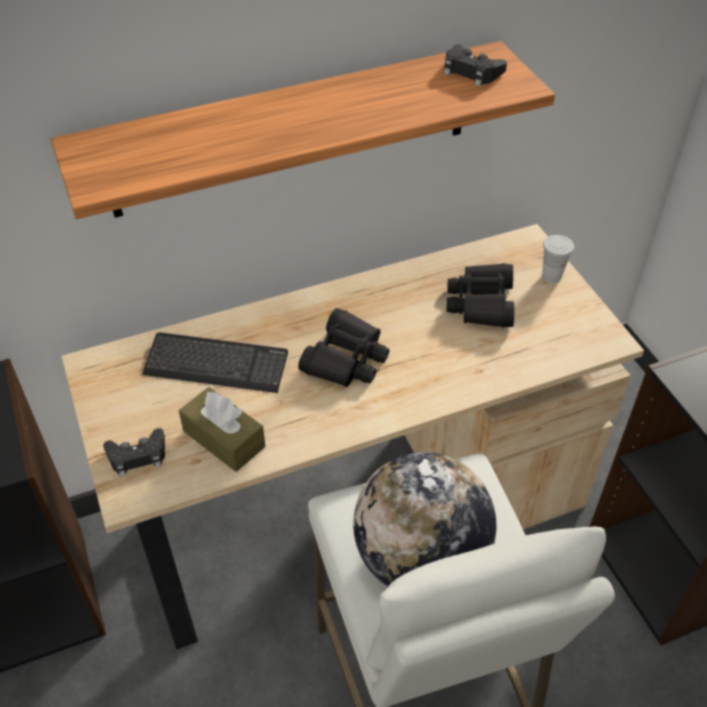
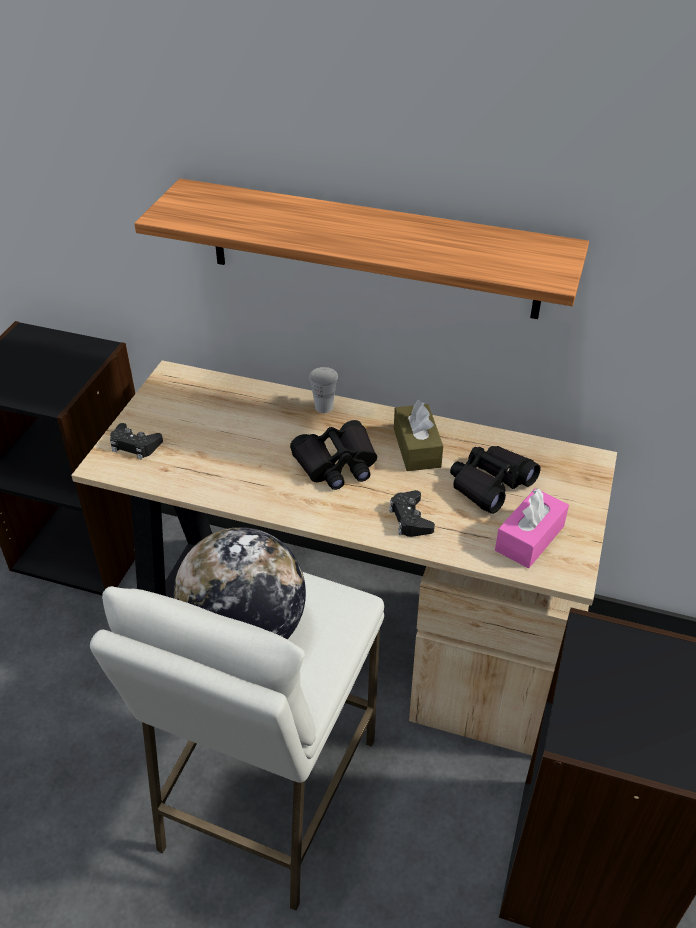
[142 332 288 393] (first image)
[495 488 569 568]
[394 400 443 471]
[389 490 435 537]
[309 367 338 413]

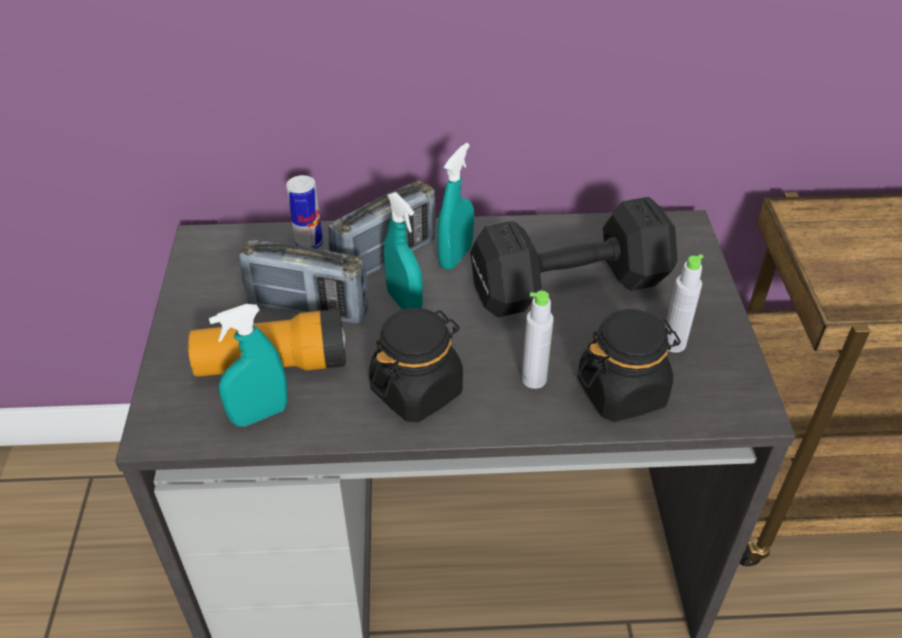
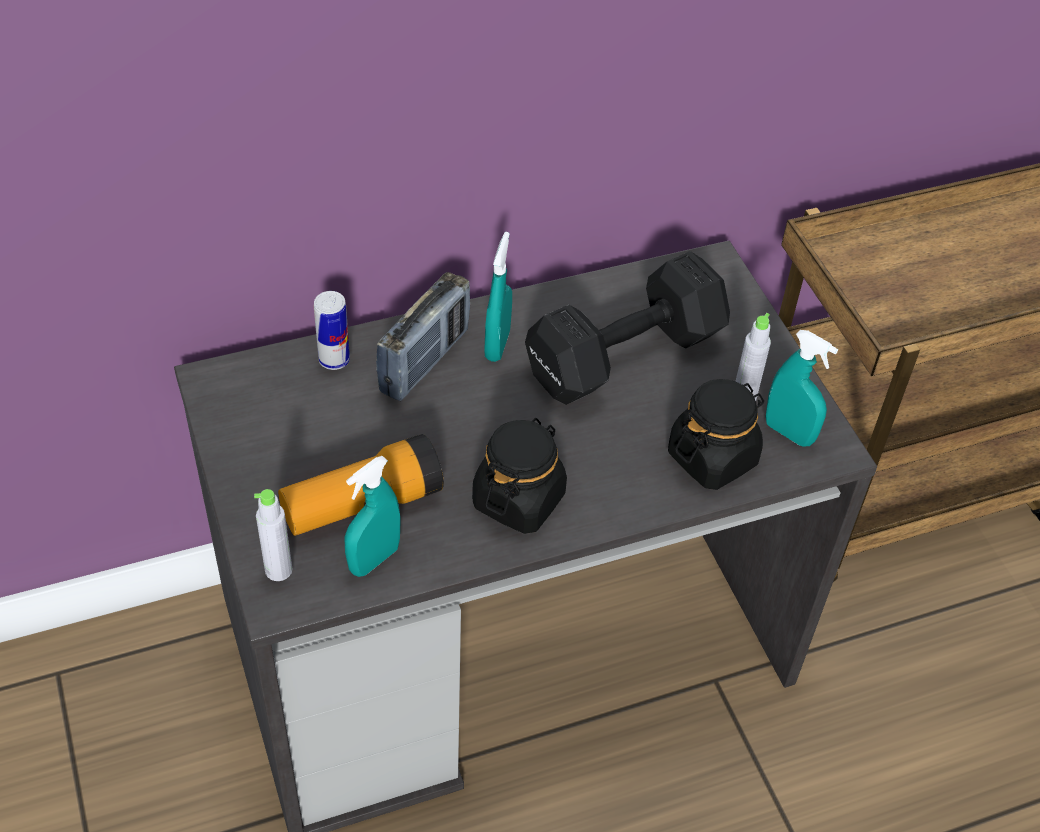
[239 240 368 324] (first image)
[766 330 838 447]
[254 489 292 581]

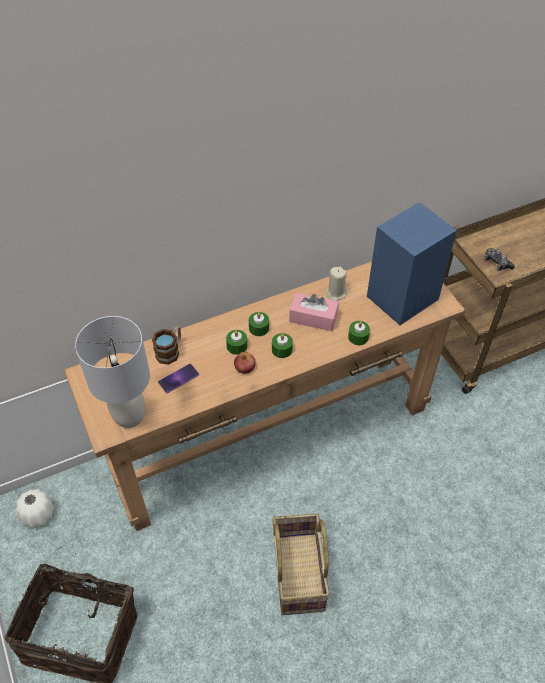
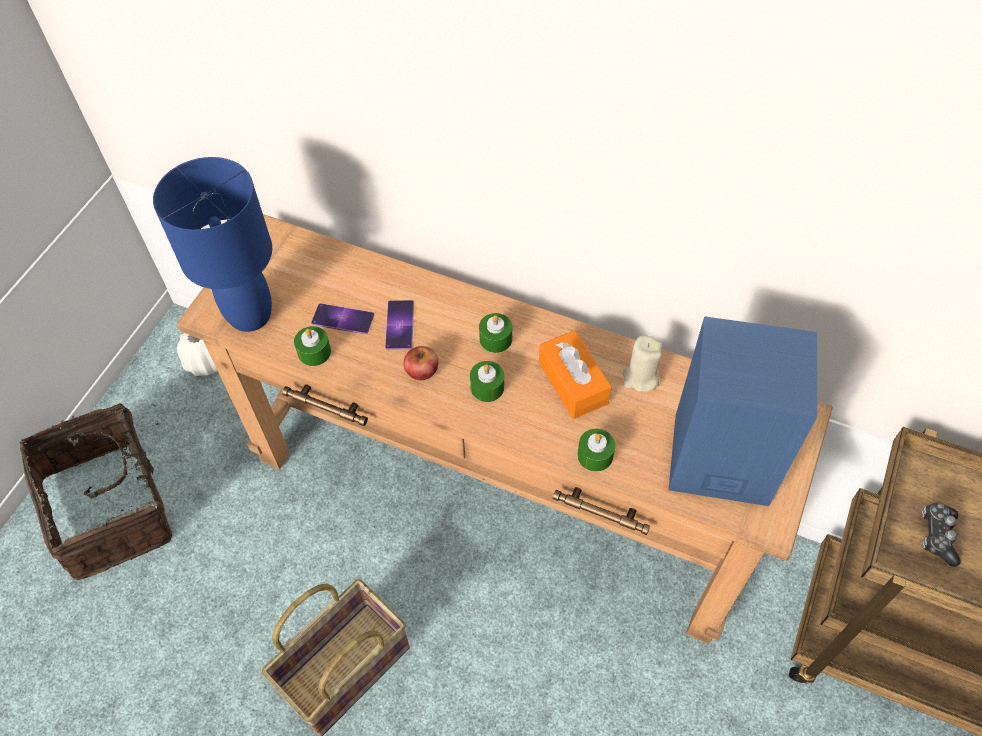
[152 326 181 365] (first image)
[385 300 414 350]
[294 326 331 366]
[153 157 272 332]
[539 330 611 419]

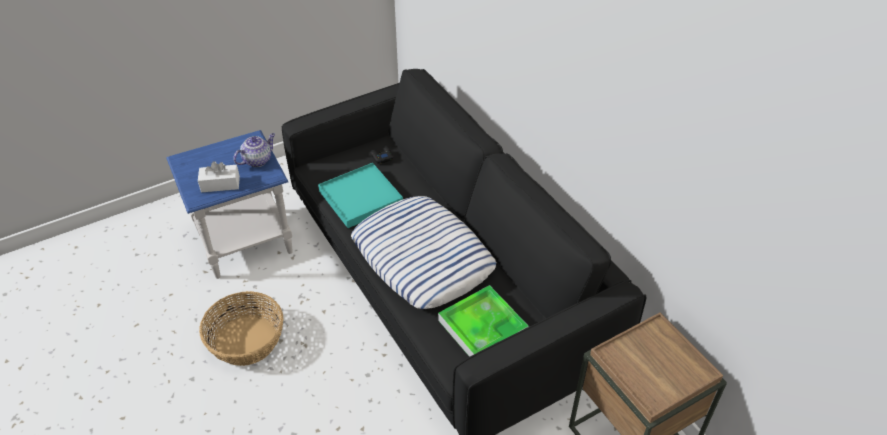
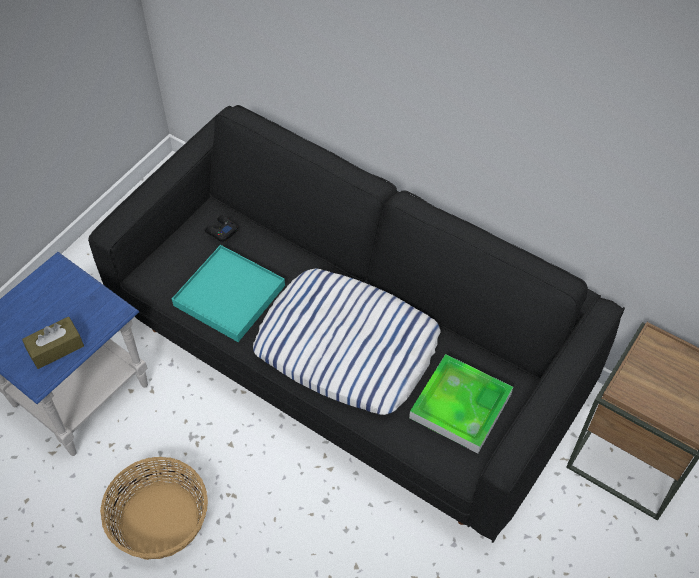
[233 133 275 167] (first image)
[22 317 84 369]

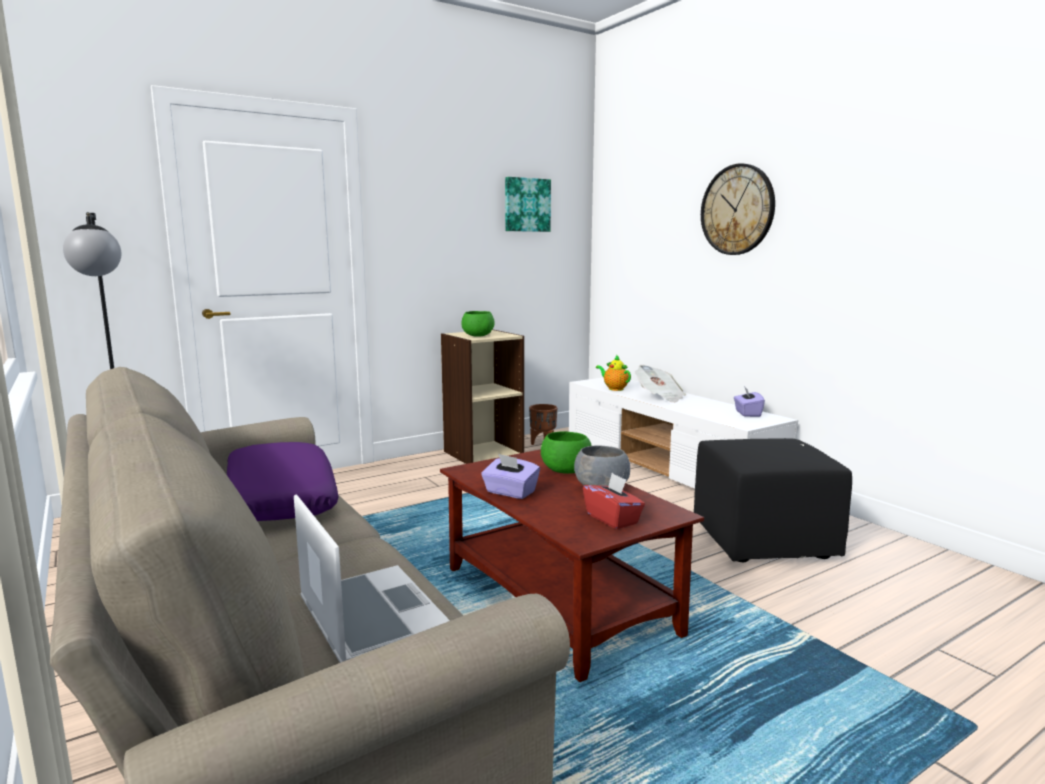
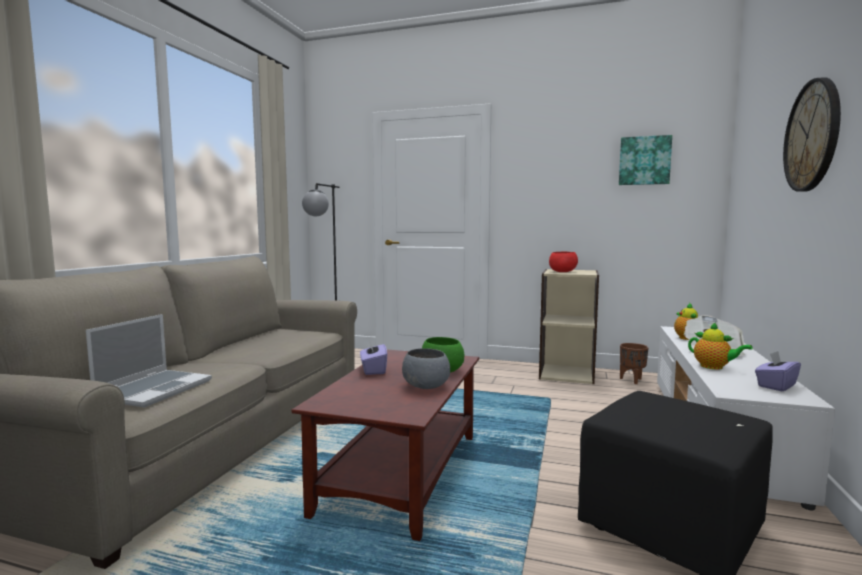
[227 442 339 521] (first image)
[583 473 645 529] (first image)
[688 322 753 369]
[549 252 578 272]

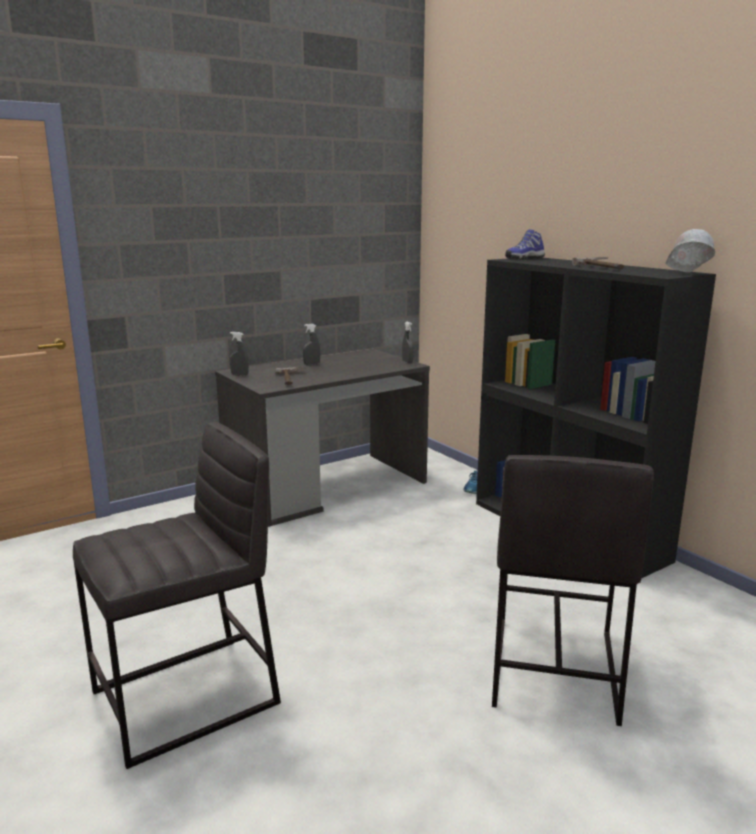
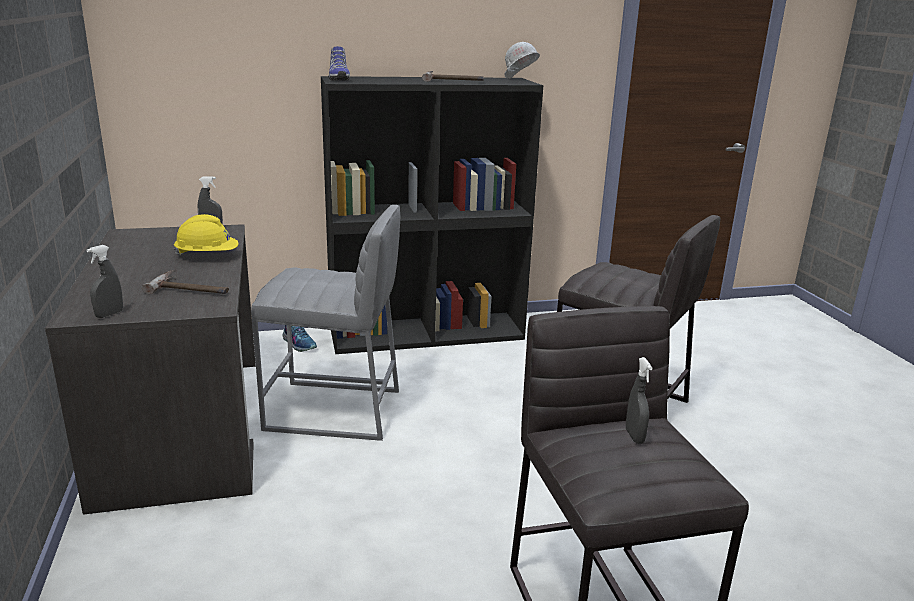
[173 214 239 256]
[251 205 400 441]
[626 357 652 444]

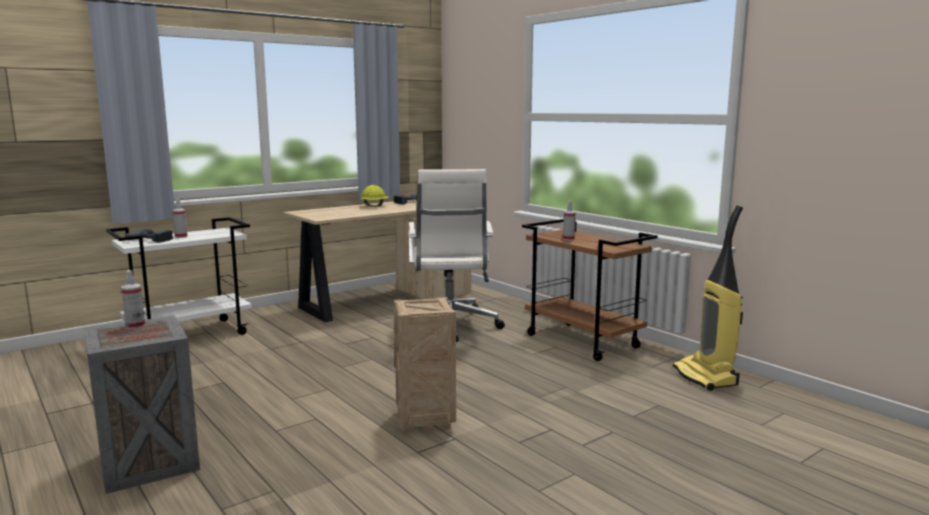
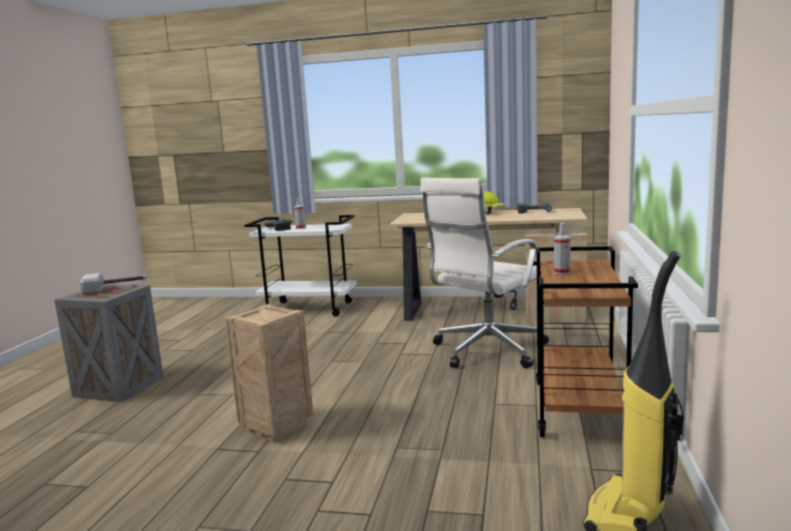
[80 273 147 295]

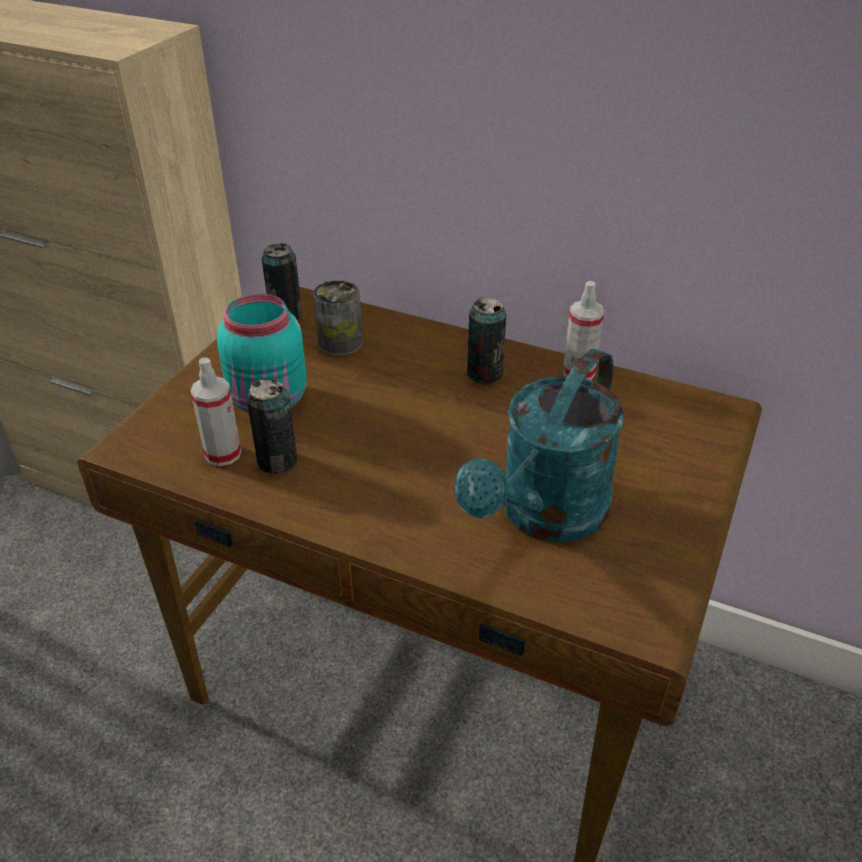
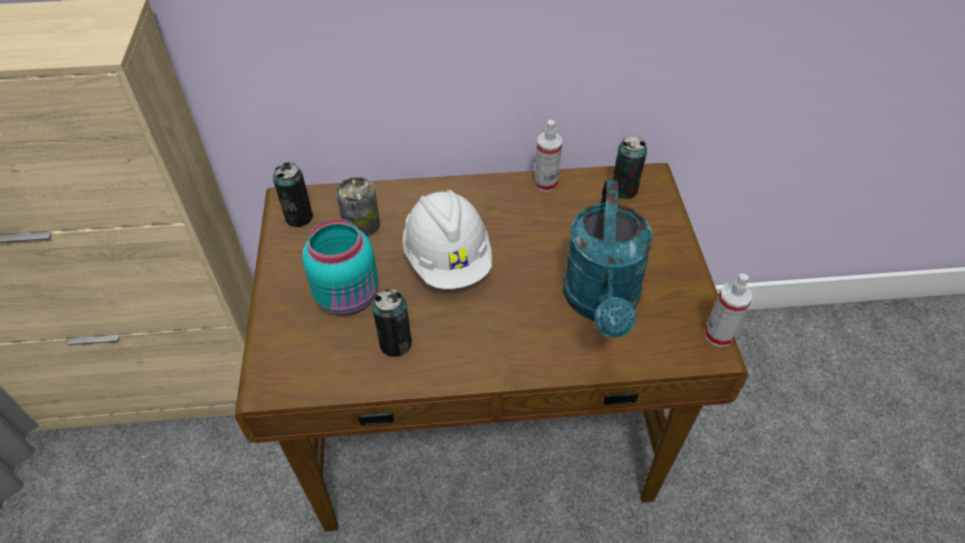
[402 190 492 289]
[704 273 752 347]
[612 136 647 199]

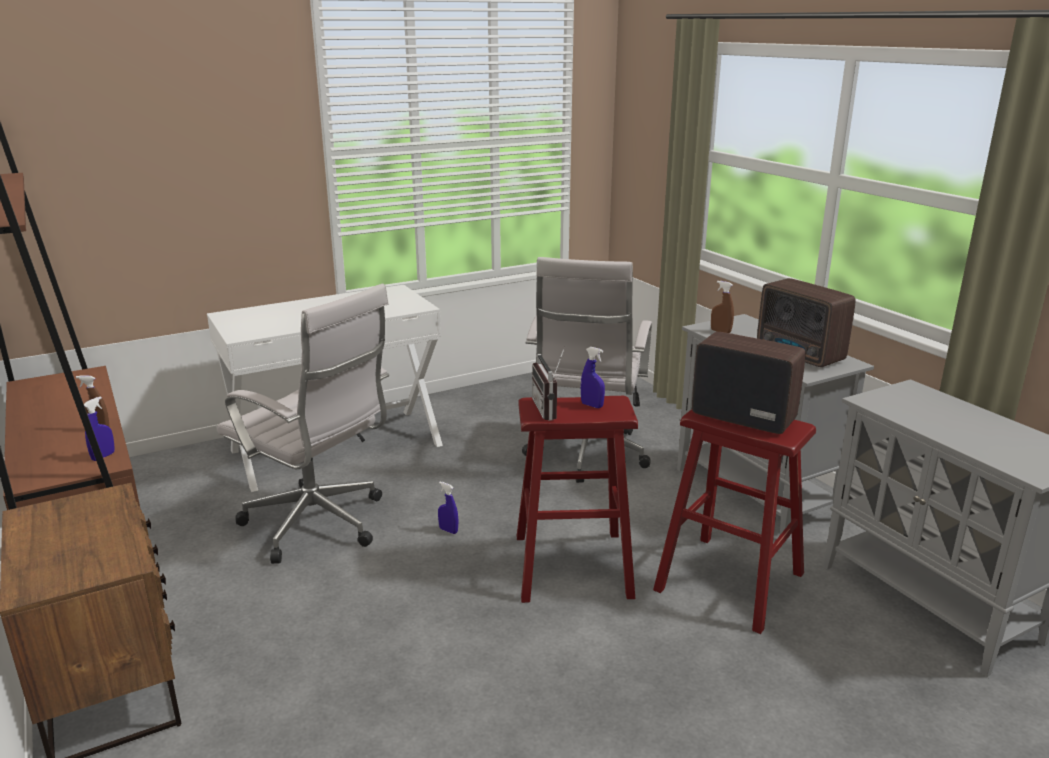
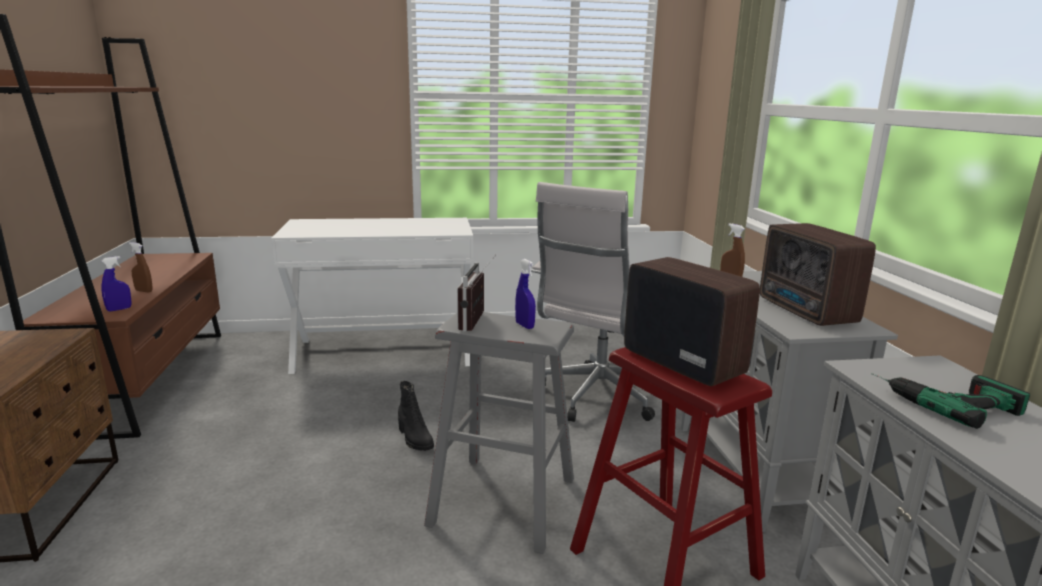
[216 284 389 564] (first image)
[872 373 1030 429]
[398 381 434 451]
[424 312 574 554]

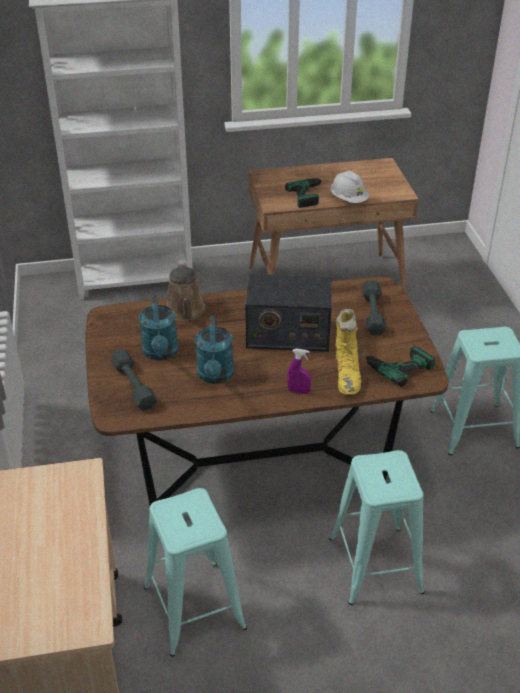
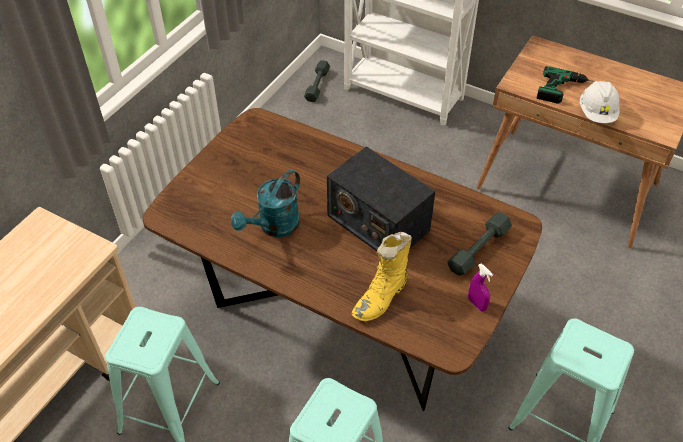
[139 295 179 361] (first image)
[166 259 206 321] (first image)
[359 346 435 387] (first image)
[304 60 330 102]
[468 263 493 312]

